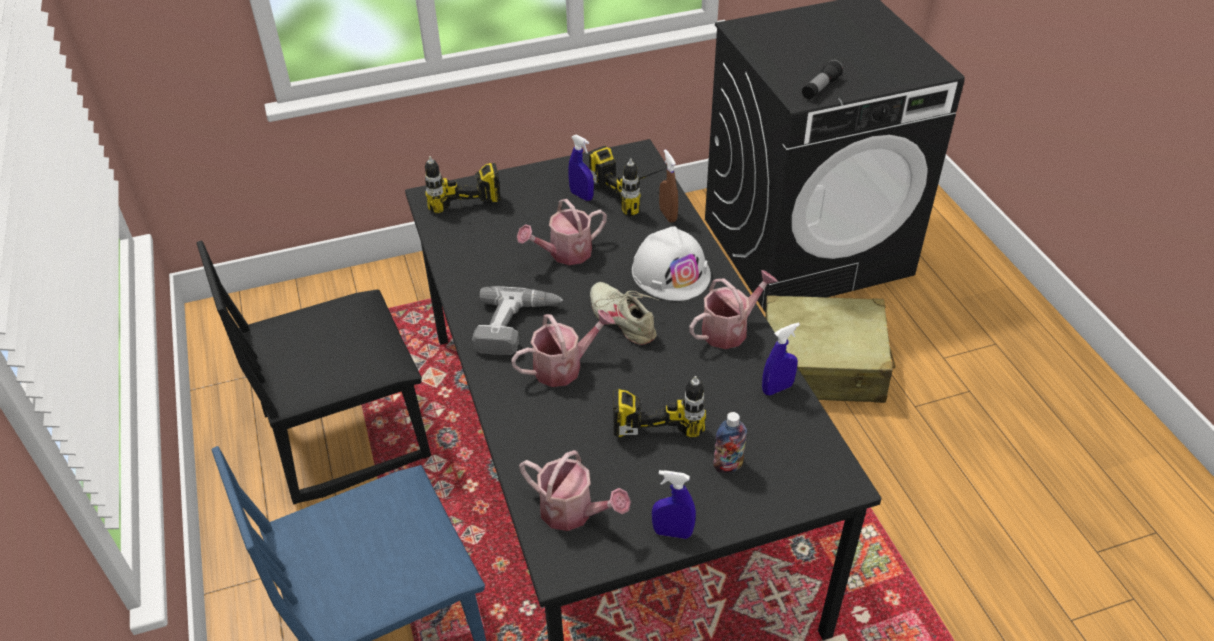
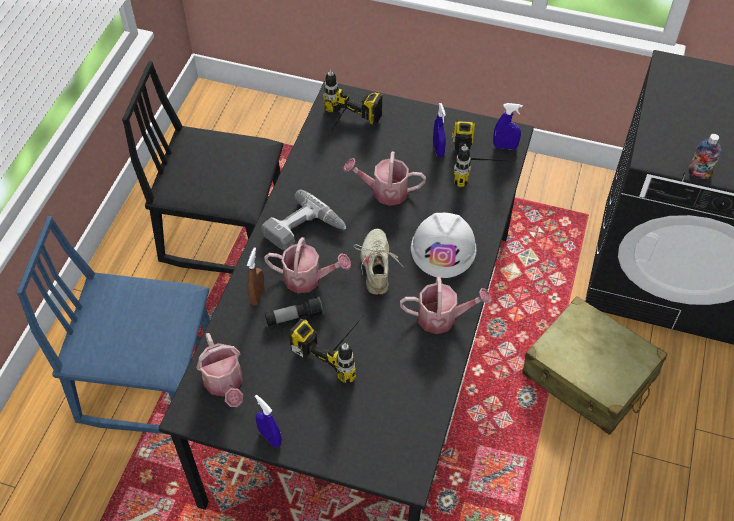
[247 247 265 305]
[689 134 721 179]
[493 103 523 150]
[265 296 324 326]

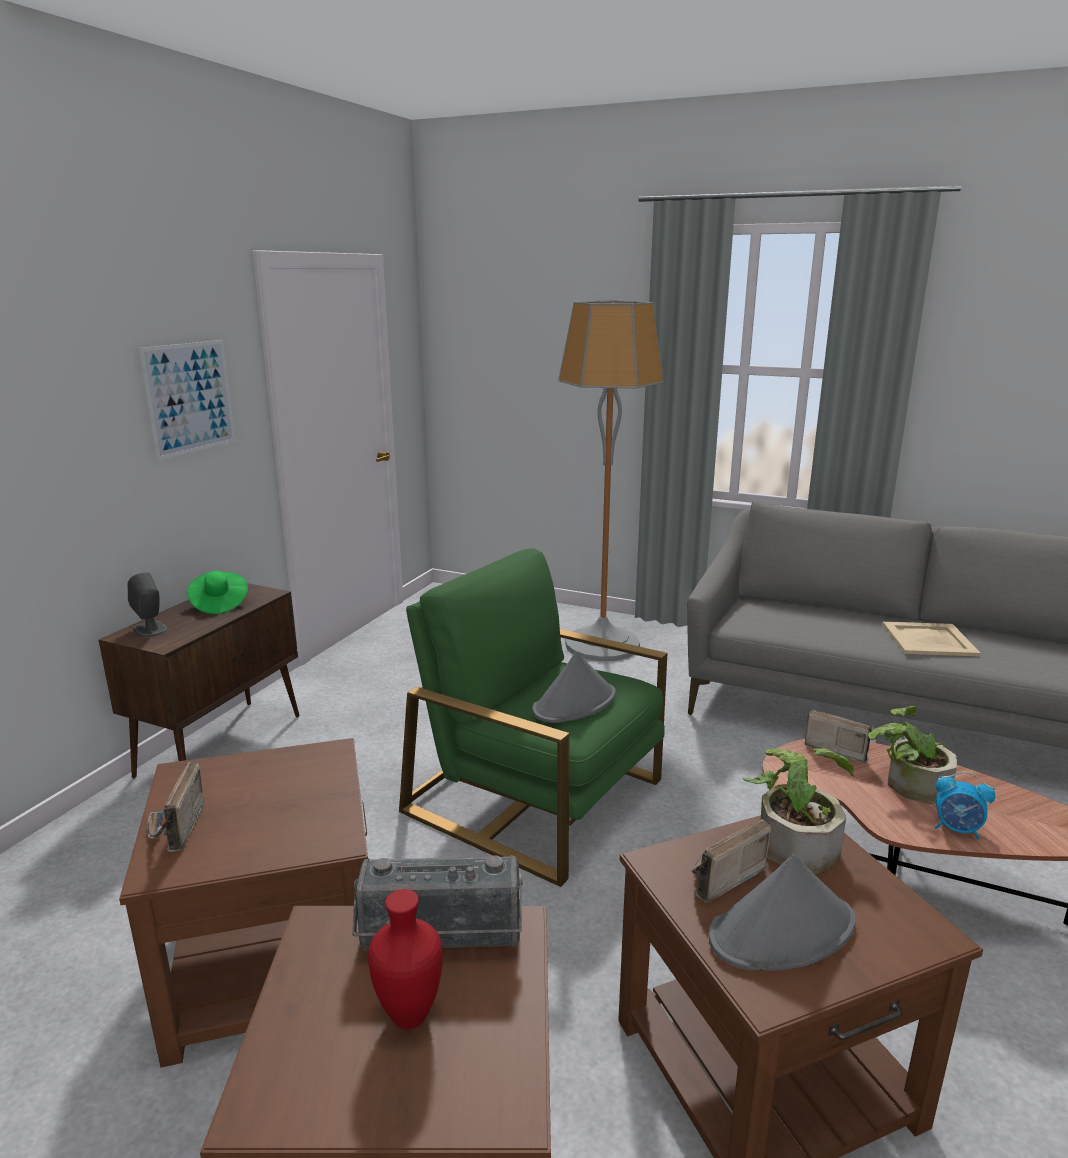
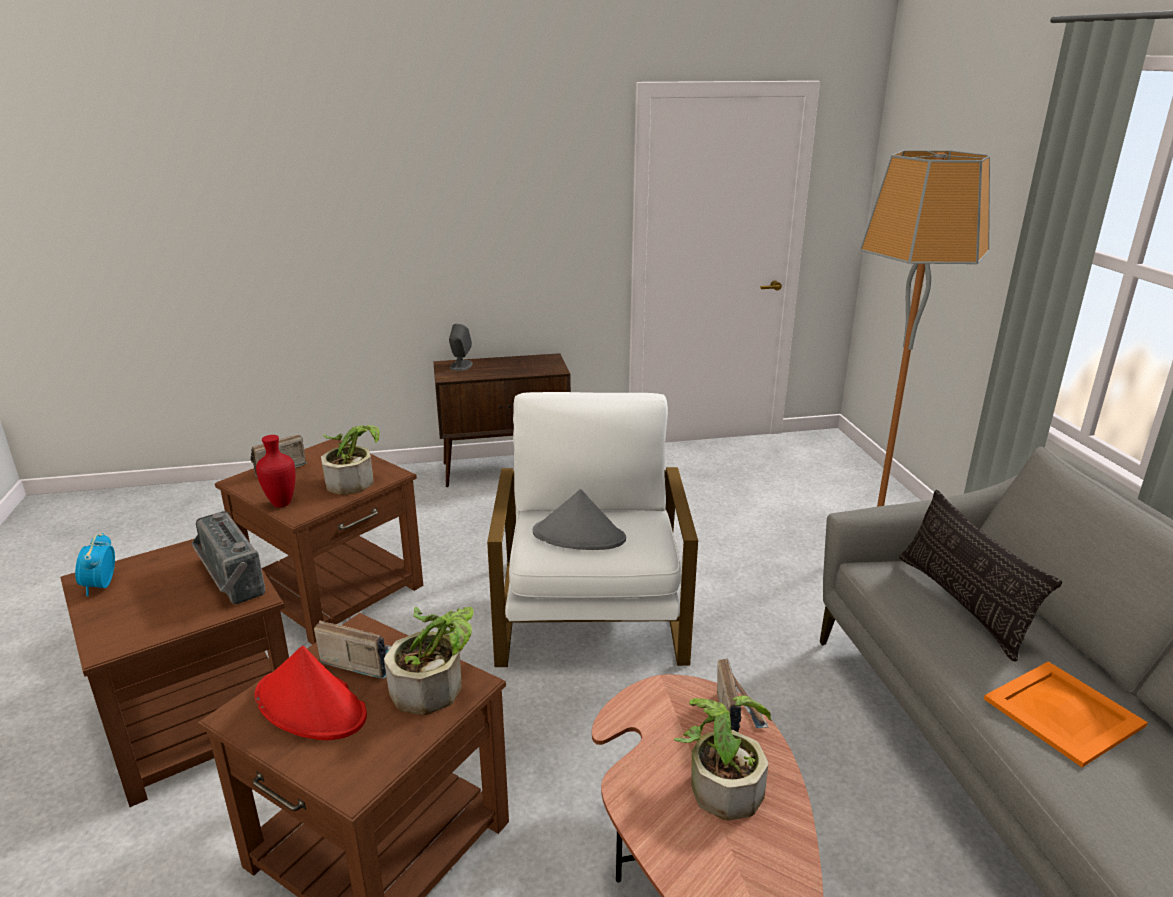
[139 340 235 460] (first image)
[187 571 248 614] (first image)
[321 425 380 495]
[899 490 1062 661]
[256 435 295 508]
[75 533 115 597]
[487 392 698 667]
[255 646 367 740]
[984 661 1148 767]

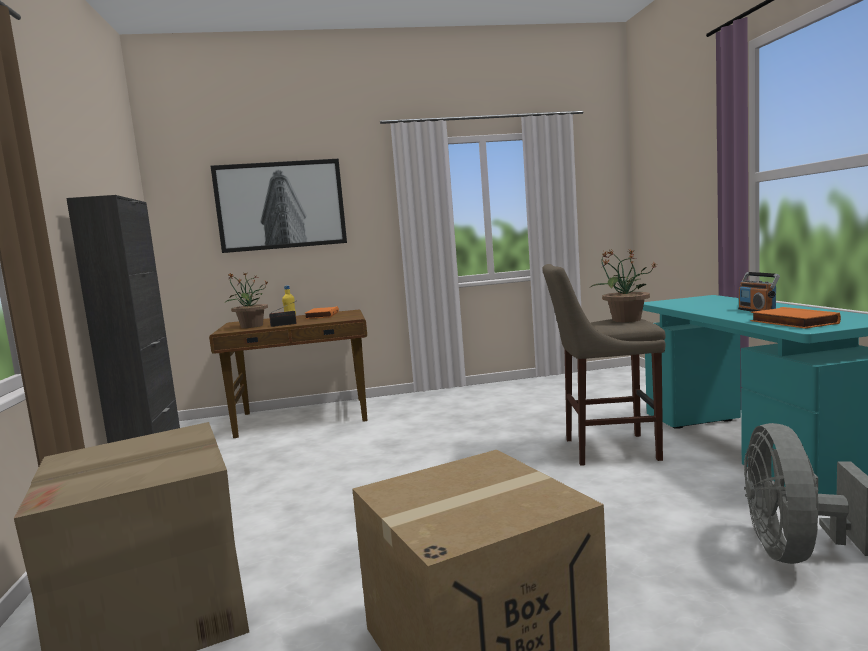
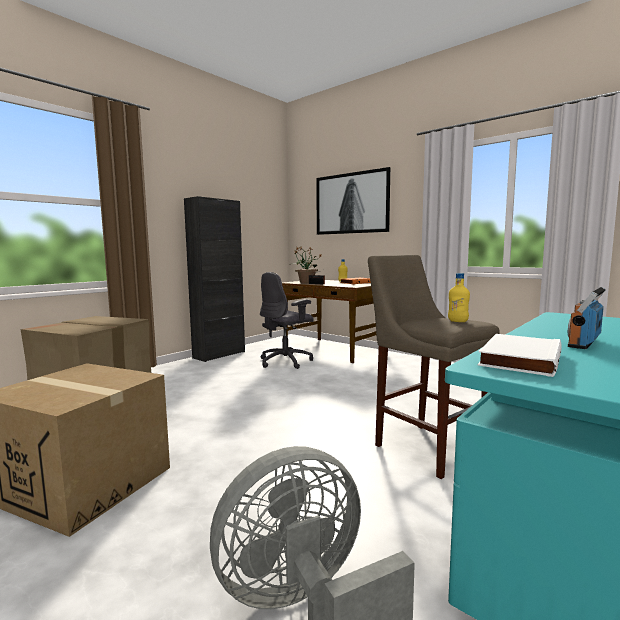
[260 272 314 369]
[448 273 470 322]
[477 334 562 377]

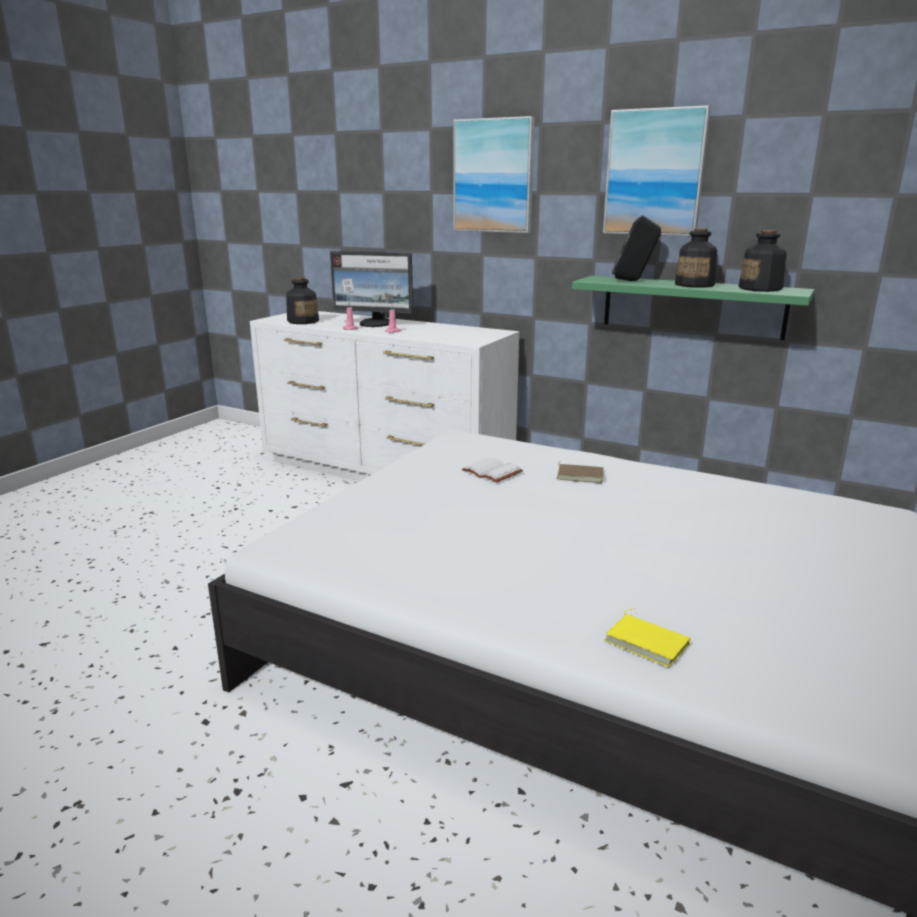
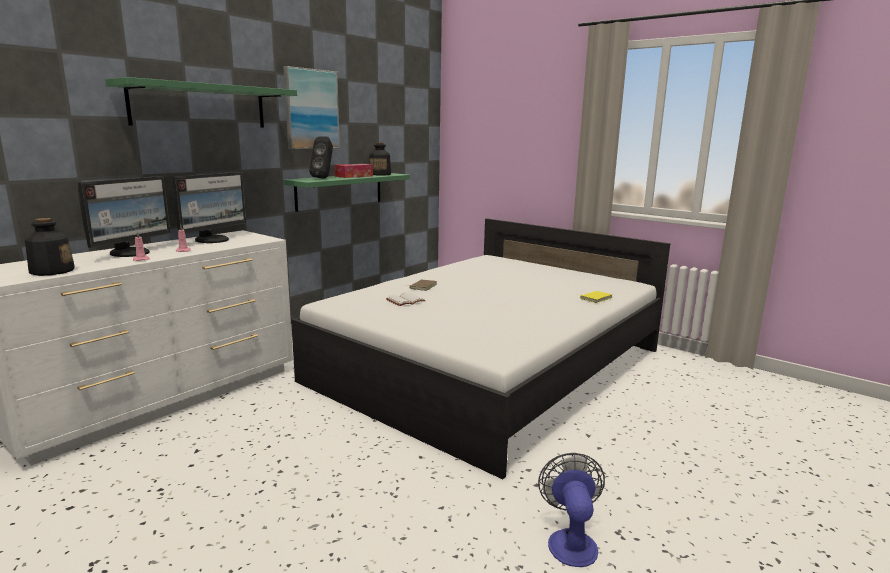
[172 172 246 243]
[538 453 605 567]
[105 77 297 128]
[335 164 373 178]

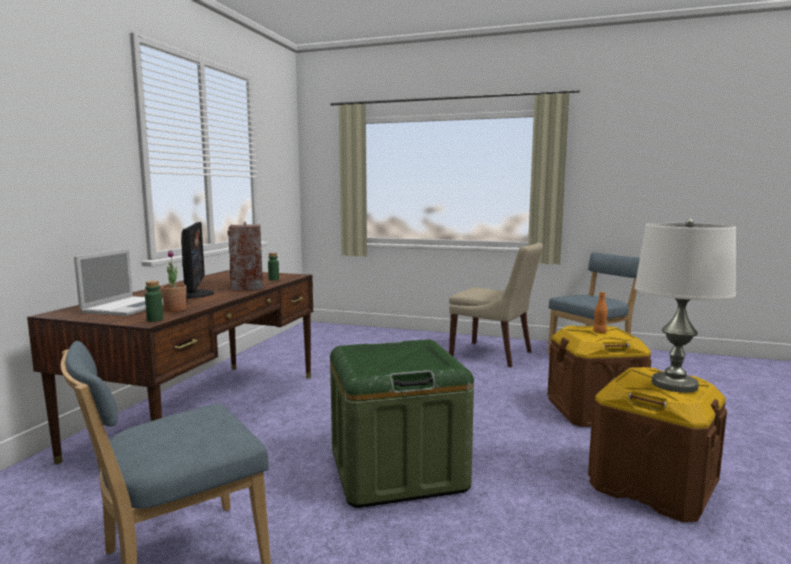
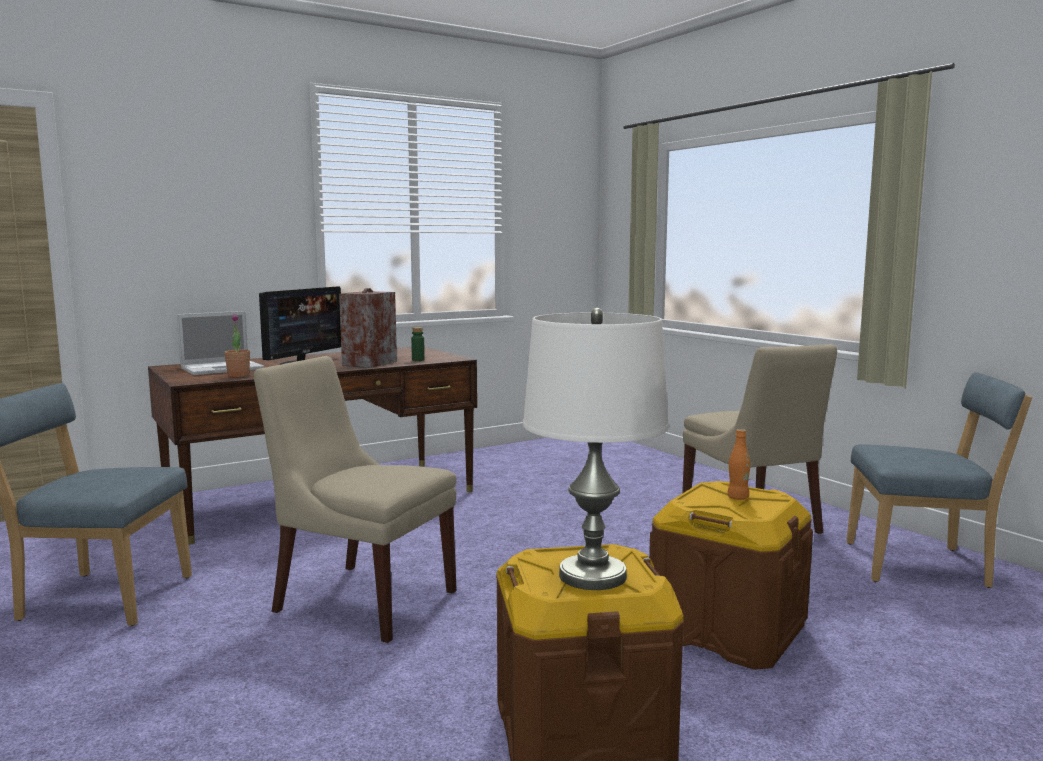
[145 281 163 322] (first image)
[254 356 457 643]

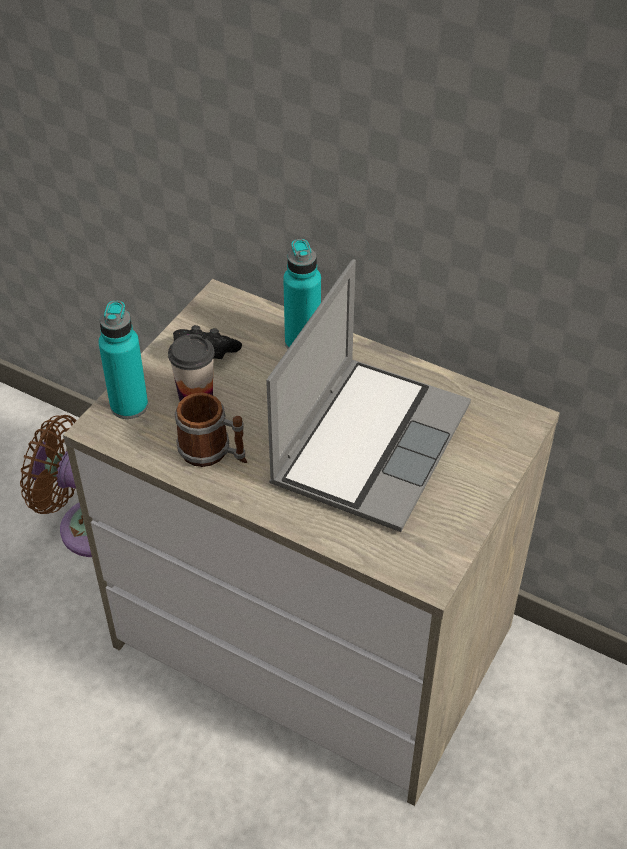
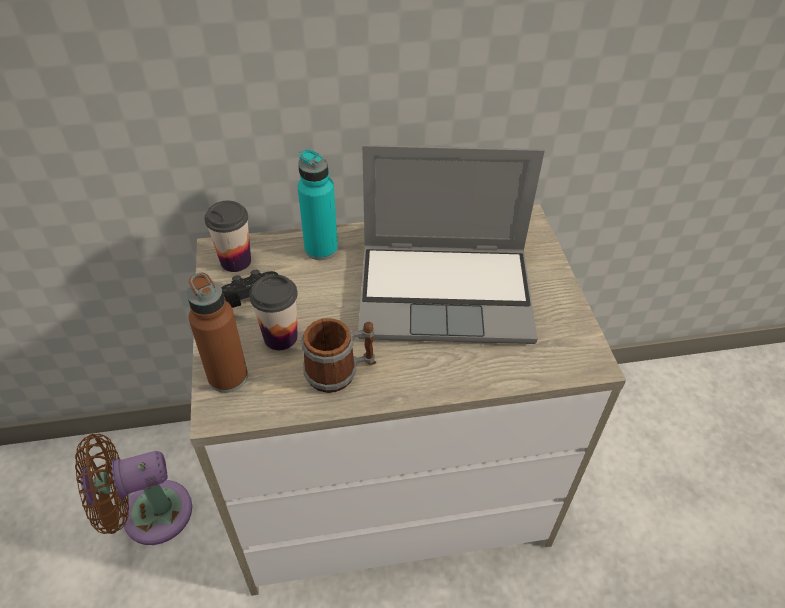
[204 201 251 272]
[187 273 248 393]
[358 145 545 344]

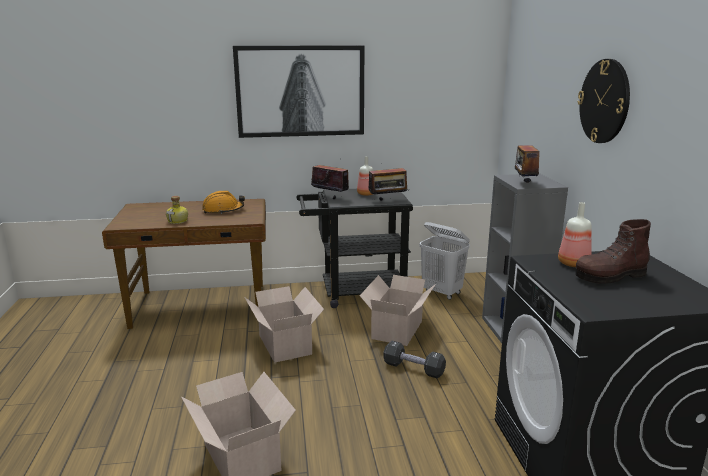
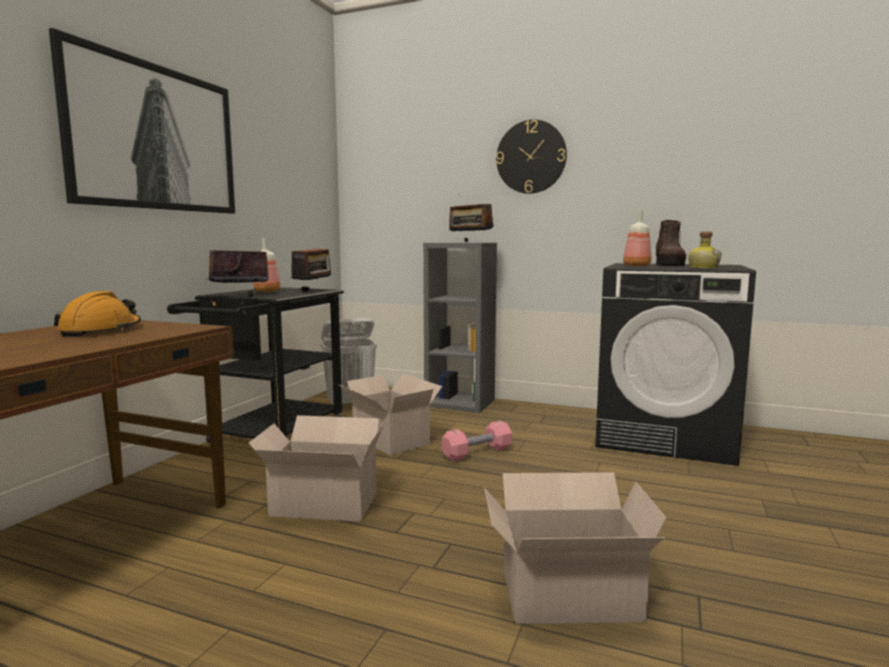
[688 231 722 269]
[442 420 512 461]

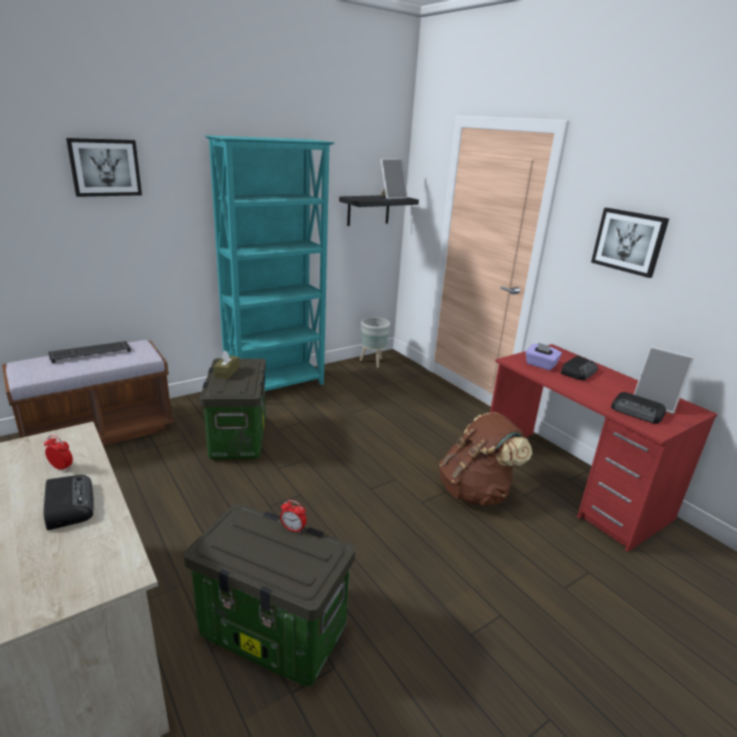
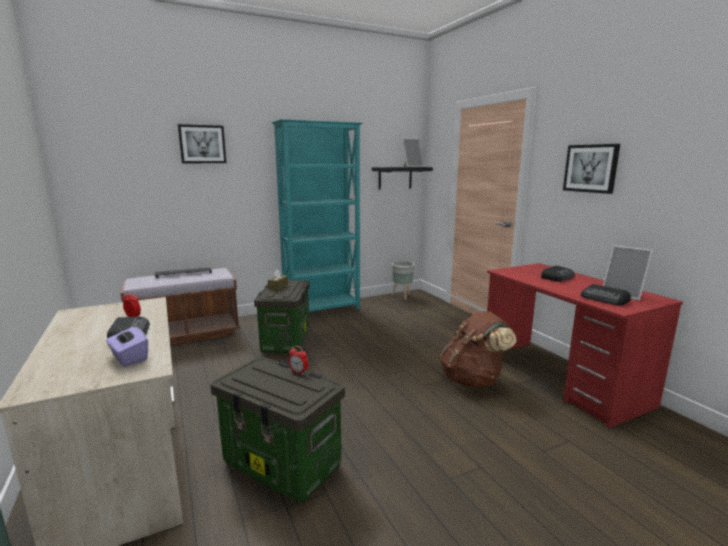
[106 326 148 366]

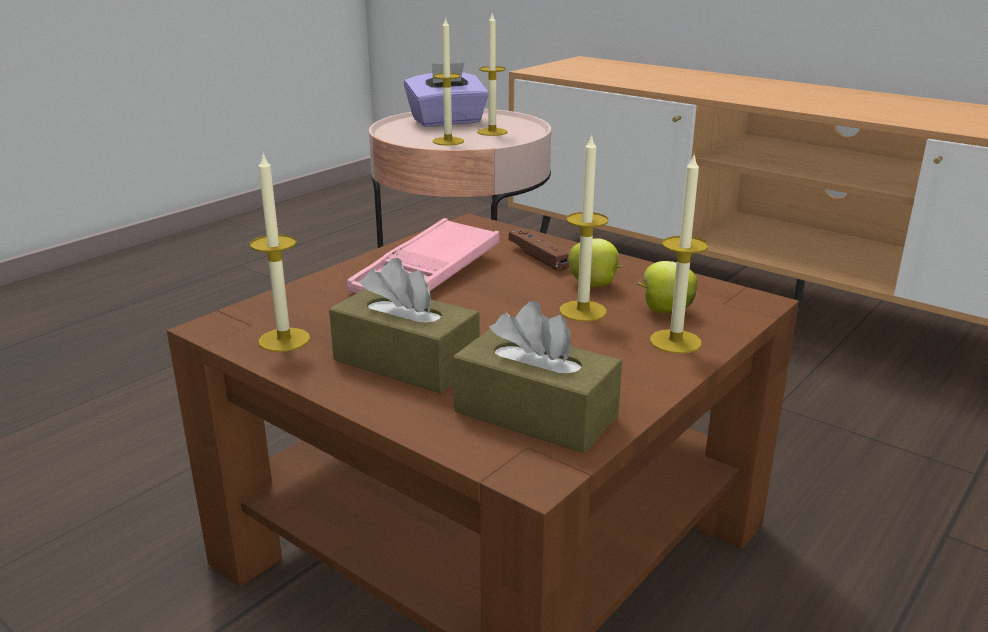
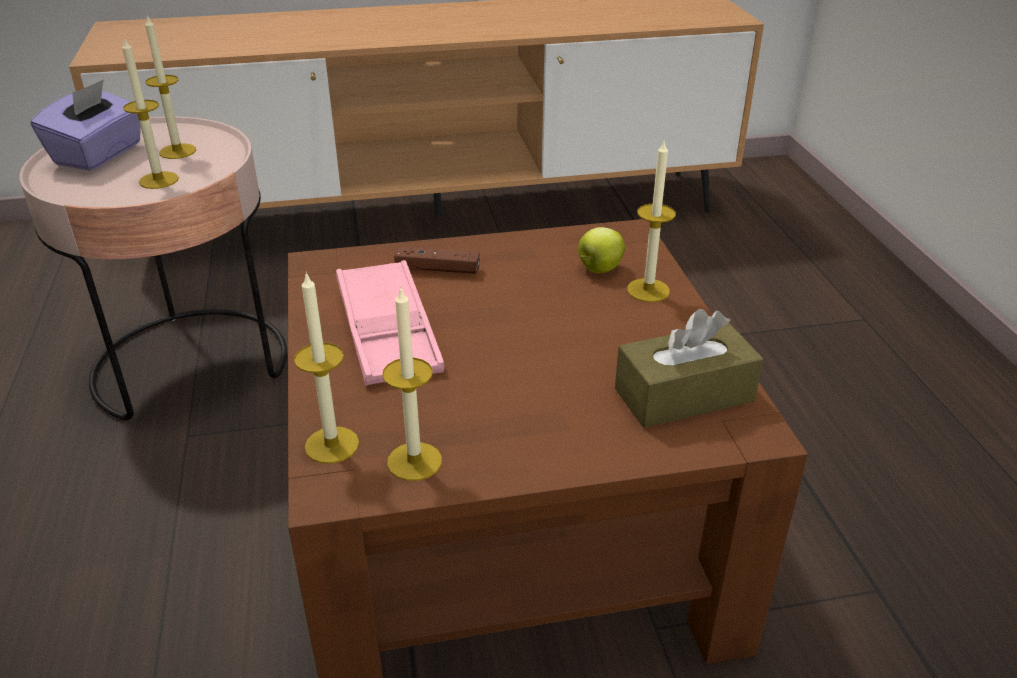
[329 258 480 393] (first image)
[568 238 623 287] (first image)
[294 272 359 464]

